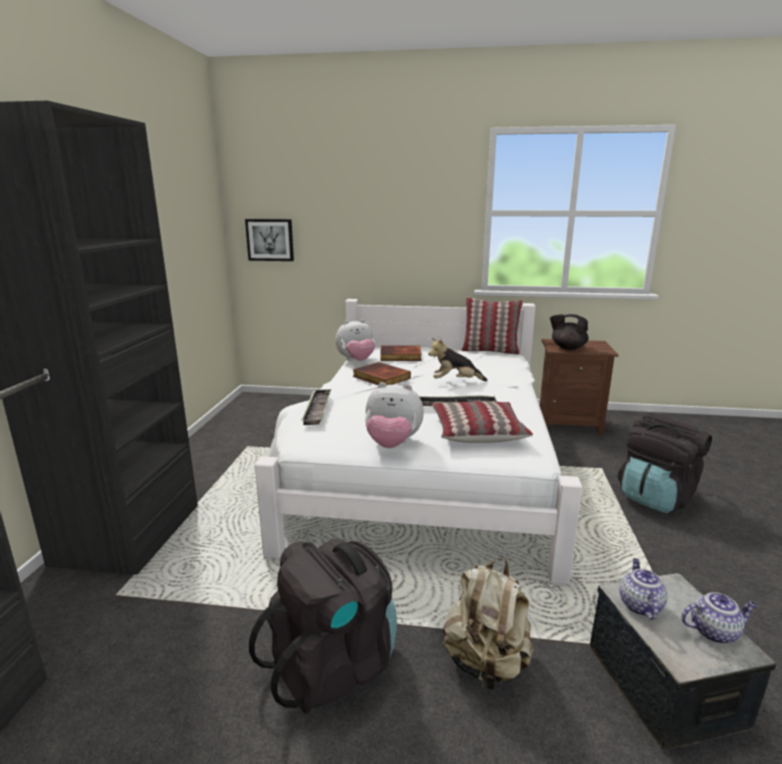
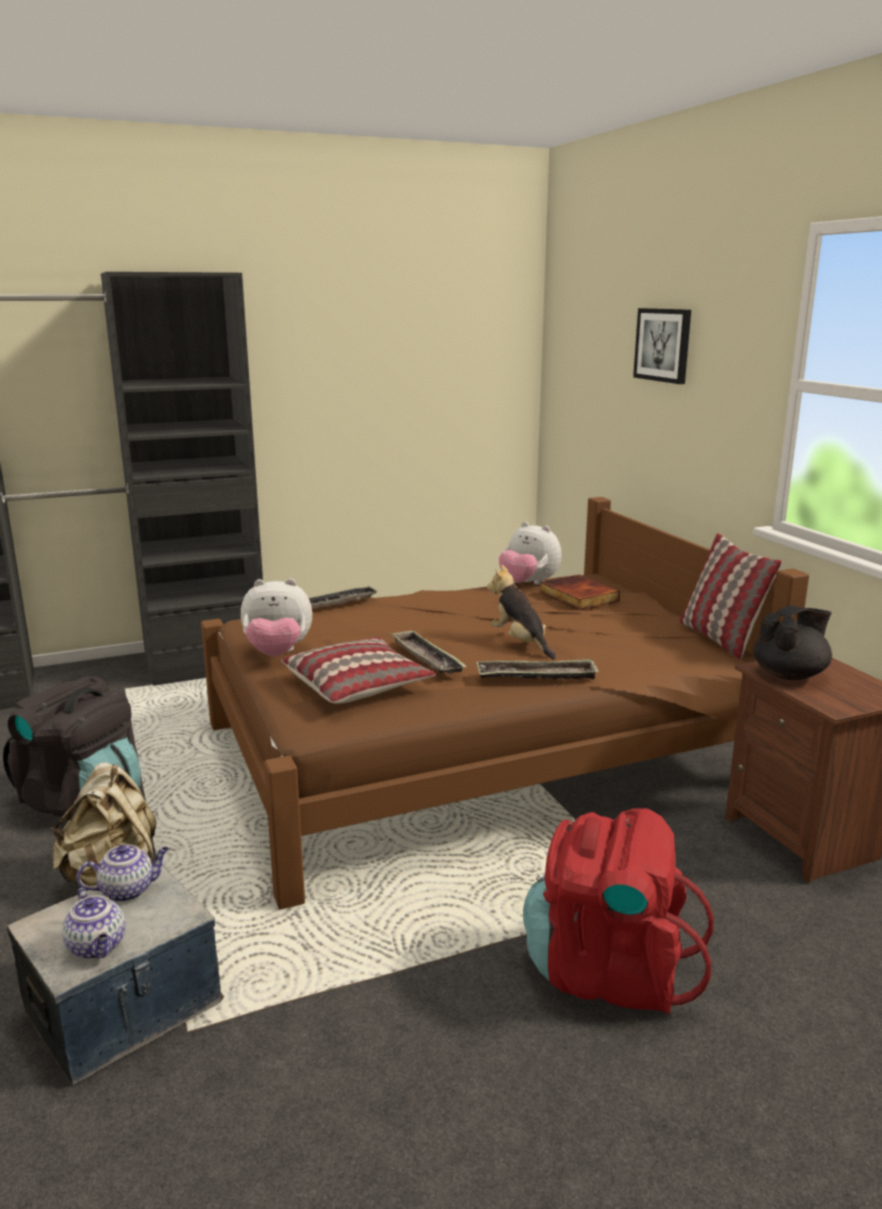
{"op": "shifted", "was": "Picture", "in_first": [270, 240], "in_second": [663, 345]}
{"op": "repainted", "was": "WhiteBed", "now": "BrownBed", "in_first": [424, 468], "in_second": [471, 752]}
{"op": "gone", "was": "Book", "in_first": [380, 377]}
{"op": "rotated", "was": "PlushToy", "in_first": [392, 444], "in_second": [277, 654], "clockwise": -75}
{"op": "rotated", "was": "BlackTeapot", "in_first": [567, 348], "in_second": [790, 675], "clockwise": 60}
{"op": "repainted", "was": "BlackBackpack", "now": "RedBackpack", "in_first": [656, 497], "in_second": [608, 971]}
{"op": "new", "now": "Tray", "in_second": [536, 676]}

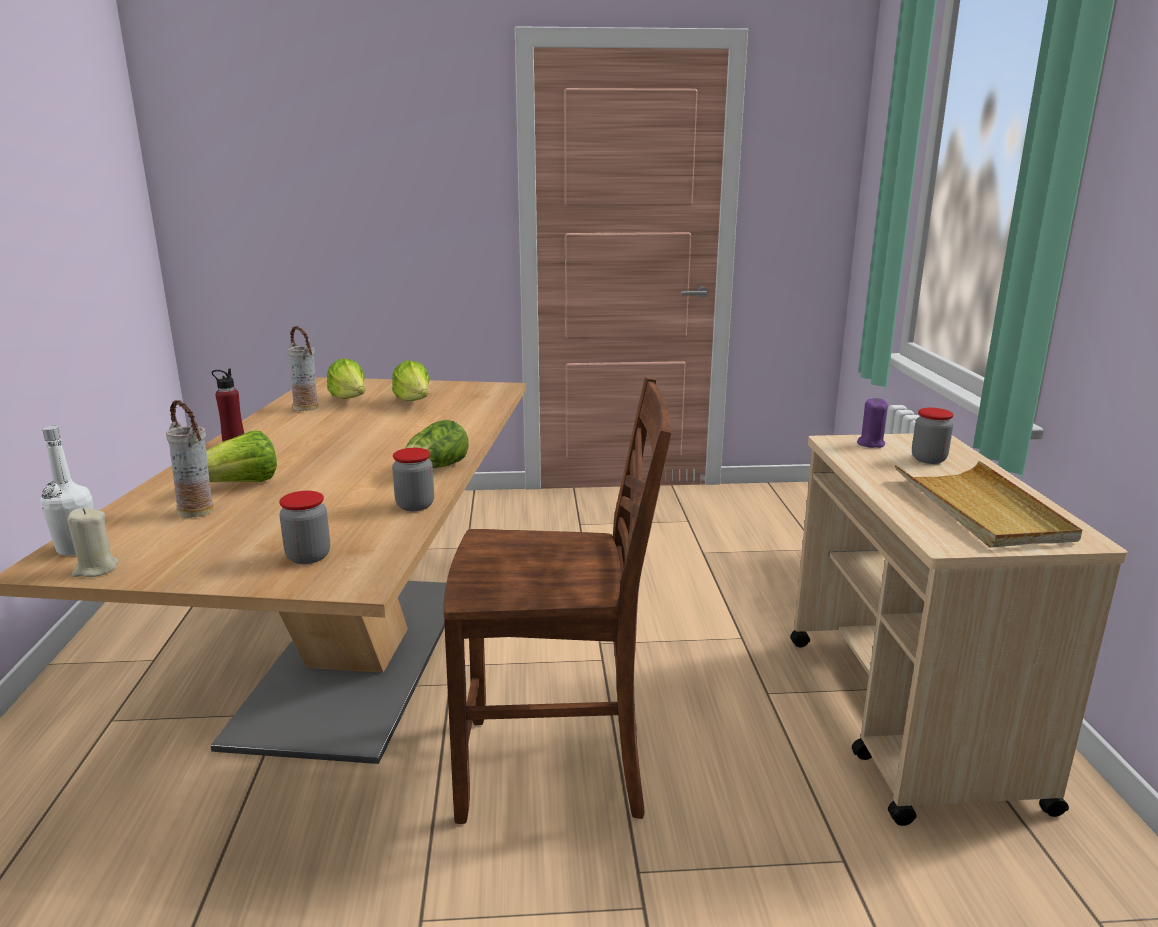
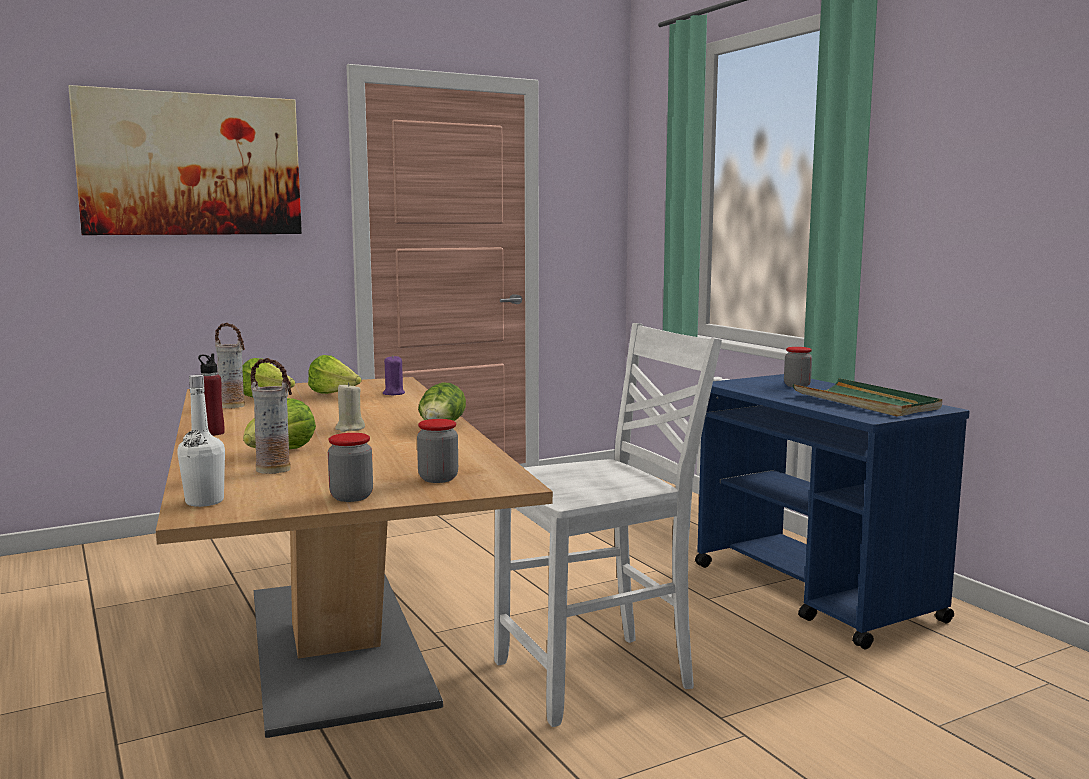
{"op": "shifted", "was": "BeigeCandle", "in_first": [96, 569], "in_second": [349, 428]}
{"op": "shifted", "was": "Jar", "in_first": [415, 505], "in_second": [351, 497]}
{"op": "repainted", "was": "BrownChair", "now": "WhiteChair", "in_first": [557, 770], "in_second": [598, 677]}
{"op": "repainted", "was": "BeigeCart", "now": "BlueCart", "in_first": [907, 718], "in_second": [815, 593]}
{"op": "shifted", "was": "PurpleCandle", "in_first": [870, 443], "in_second": [393, 393]}
{"op": "repainted", "was": "BeigeTray", "now": "GreenTray", "in_first": [981, 509], "in_second": [866, 402]}
{"op": "new", "now": "Picture", "in_second": [191, 164]}

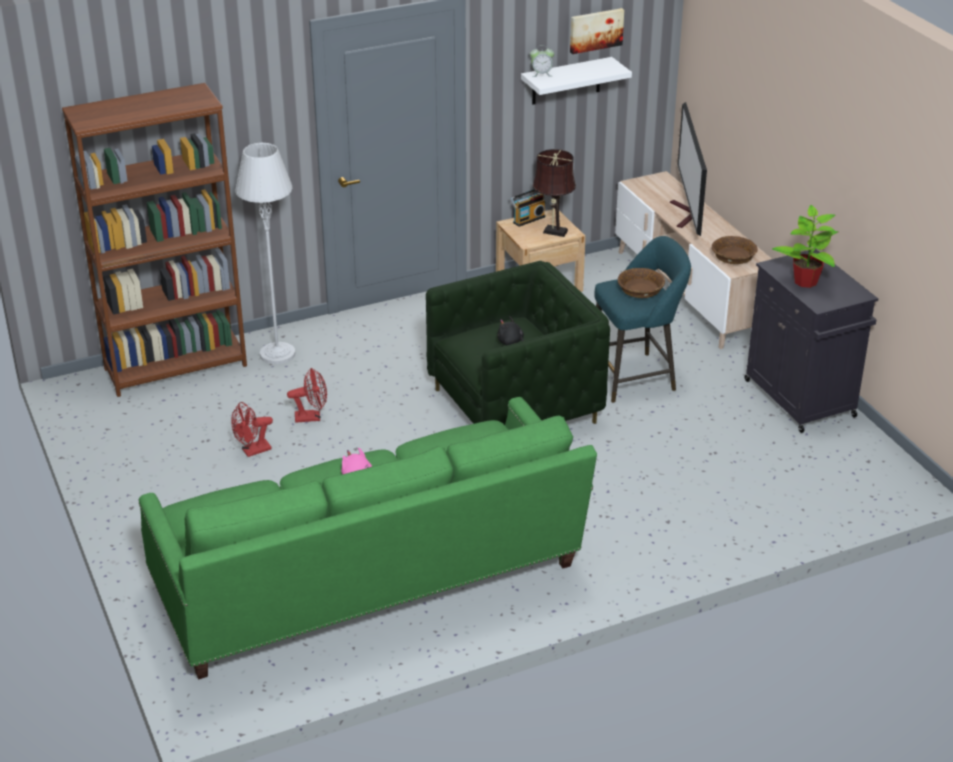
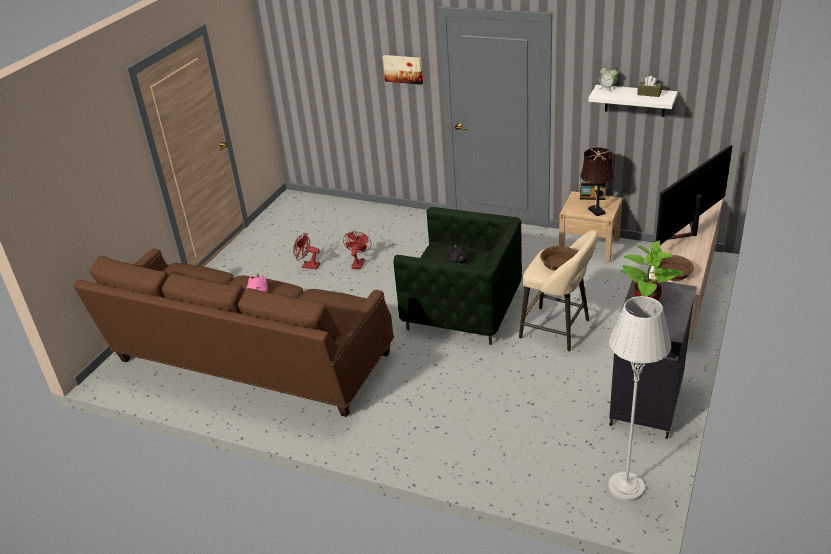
{"op": "gone", "was": "BrownBookcase", "in_first": [176, 367]}
{"op": "repainted", "was": "GreenSofa", "now": "BrownSofa", "in_first": [369, 582], "in_second": [249, 361]}
{"op": "shifted", "was": "GreyFloorLamp", "in_first": [277, 354], "in_second": [626, 487]}
{"op": "rotated", "was": "RedFan", "in_first": [312, 417], "in_second": [358, 263], "clockwise": -120}
{"op": "shifted", "was": "Picture", "in_first": [595, 30], "in_second": [403, 69]}
{"op": "repainted", "was": "TurquoiseStool", "now": "BeigeStool", "in_first": [635, 377], "in_second": [558, 330]}
{"op": "new", "now": "BrownTissueBox", "in_second": [649, 93]}

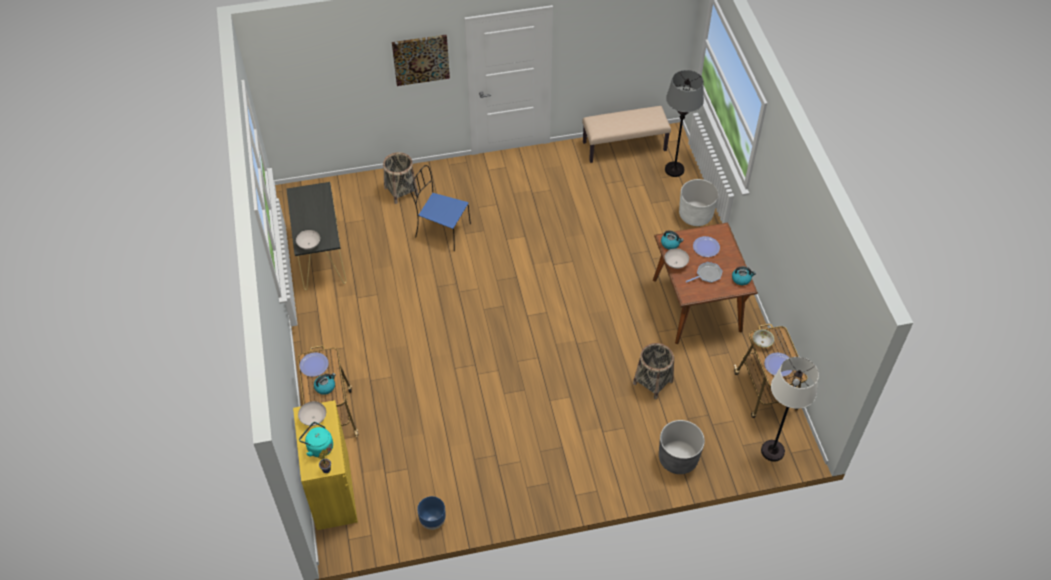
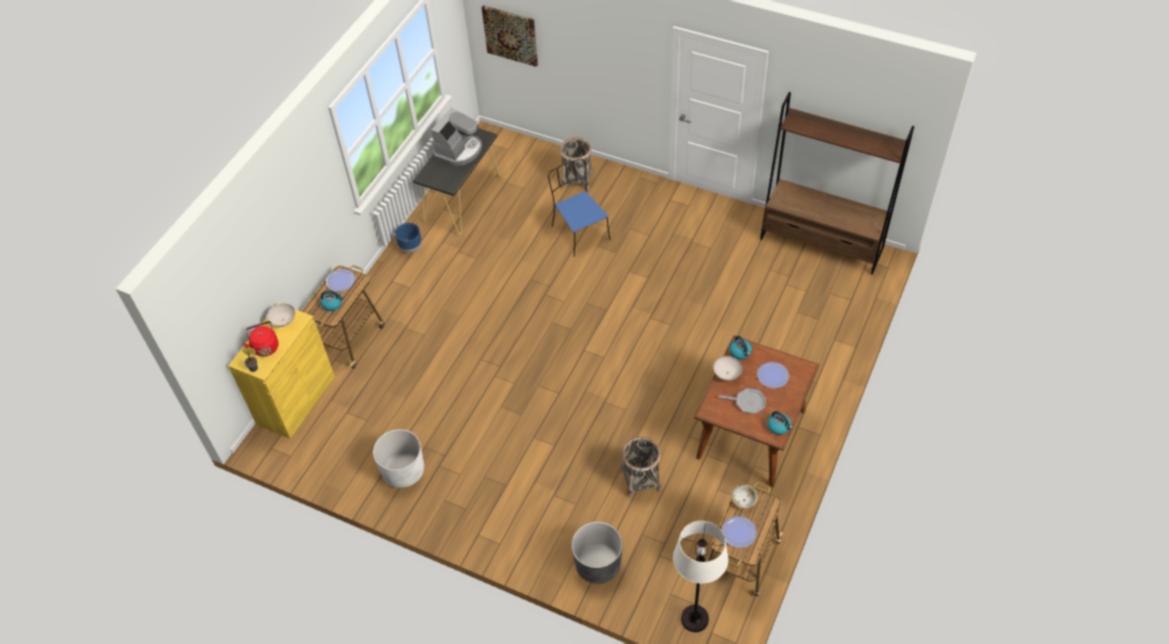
{"op": "gone", "was": "WhiteBowl", "in_first": [309, 245]}
{"op": "repainted", "was": "TurquoiseKettle", "now": "RedKettle", "in_first": [318, 447], "in_second": [265, 346]}
{"op": "shifted", "was": "Picture", "in_first": [421, 59], "in_second": [510, 35]}
{"op": "shifted", "was": "BluePlanter", "in_first": [433, 521], "in_second": [411, 248]}
{"op": "swapped", "was": "BeigeBench", "now": "BrownBookcase", "in_first": [624, 146], "in_second": [821, 244]}
{"op": "gone", "was": "GreyFloorLamp", "in_first": [674, 170]}
{"op": "shifted", "was": "WhitePlanter", "in_first": [695, 215], "in_second": [403, 471]}
{"op": "new", "now": "CoffeeMachine", "in_second": [459, 150]}

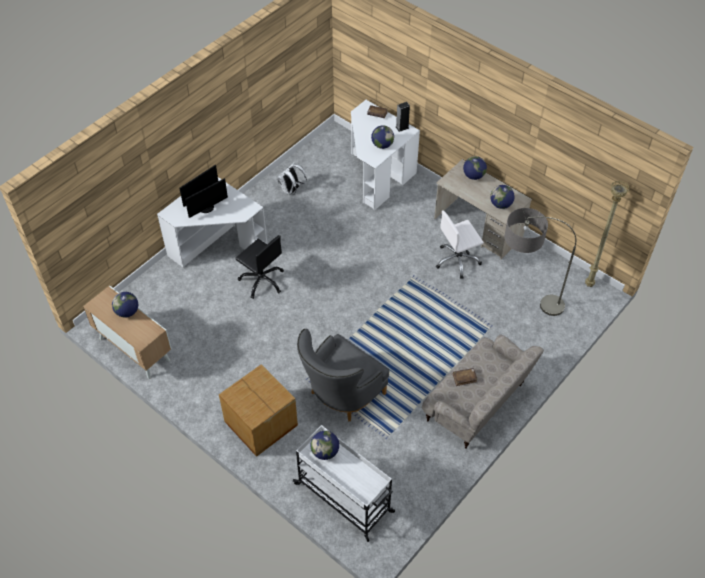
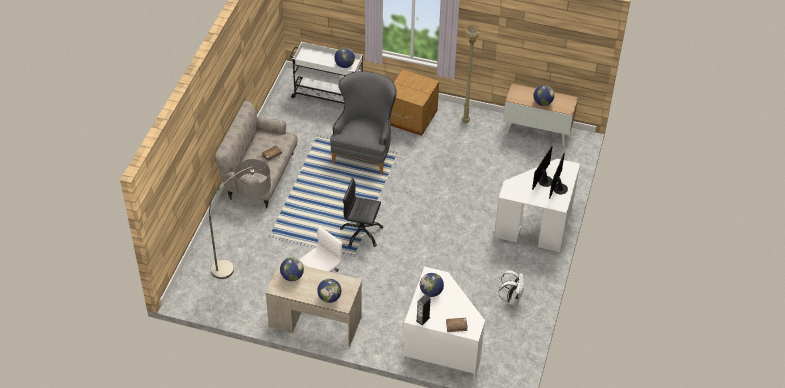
{"op": "shifted", "was": "BlackOfficeChair", "in_first": [262, 280], "in_second": [361, 233]}
{"op": "shifted", "was": "BeigeFloorLamp", "in_first": [588, 284], "in_second": [466, 122]}

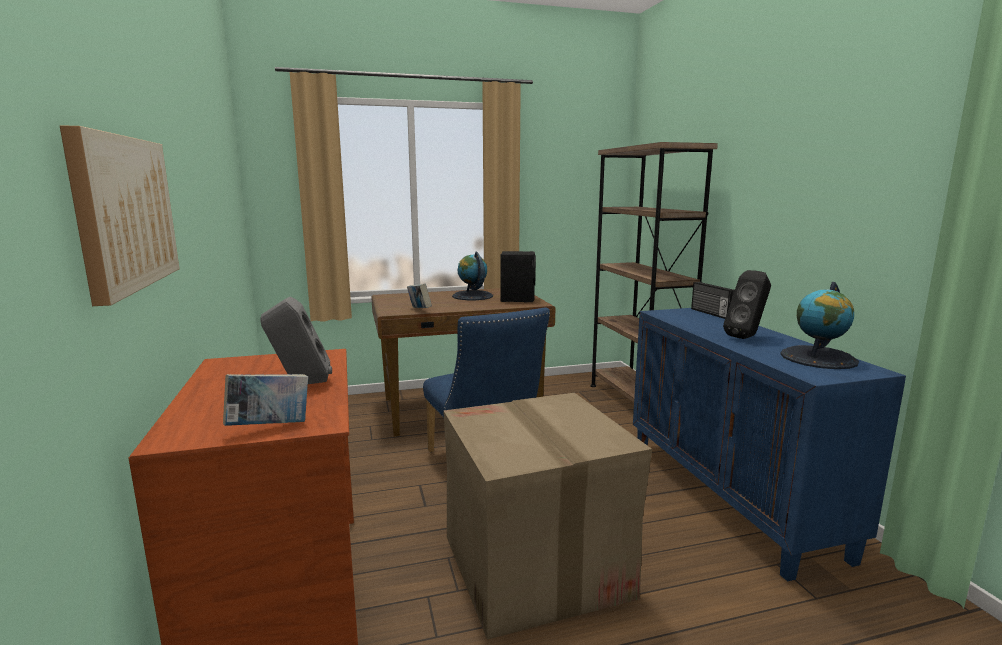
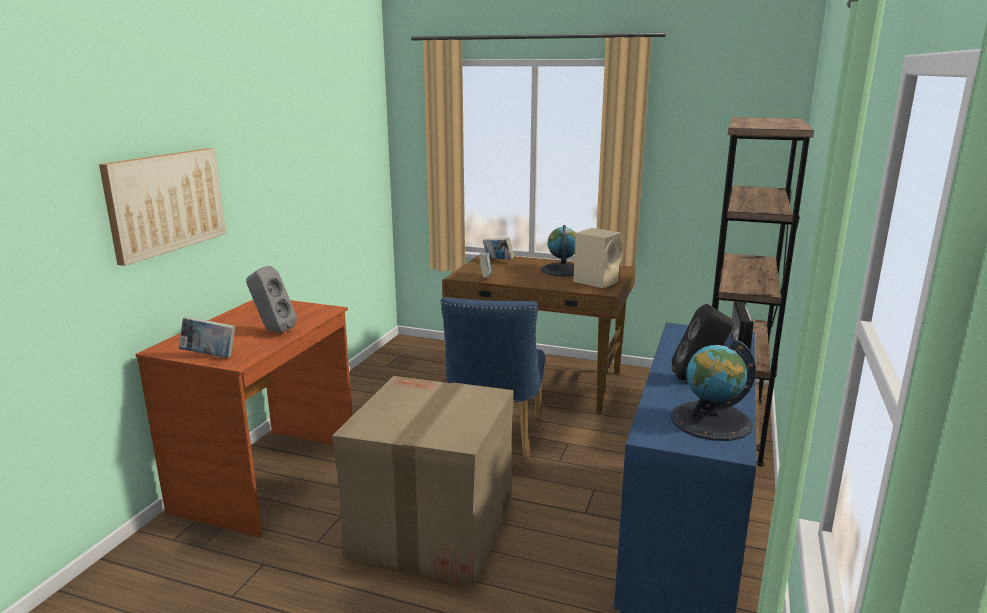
{"op": "repainted", "was": "BlackSpeaker", "now": "BeigeSpeaker", "in_first": [517, 299], "in_second": [597, 281]}
{"op": "new", "now": "Book", "in_second": [498, 261]}

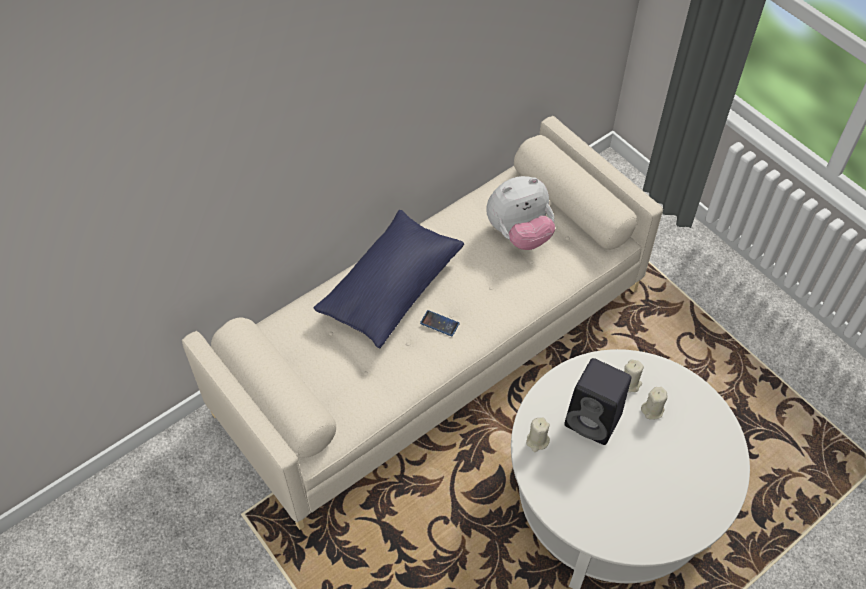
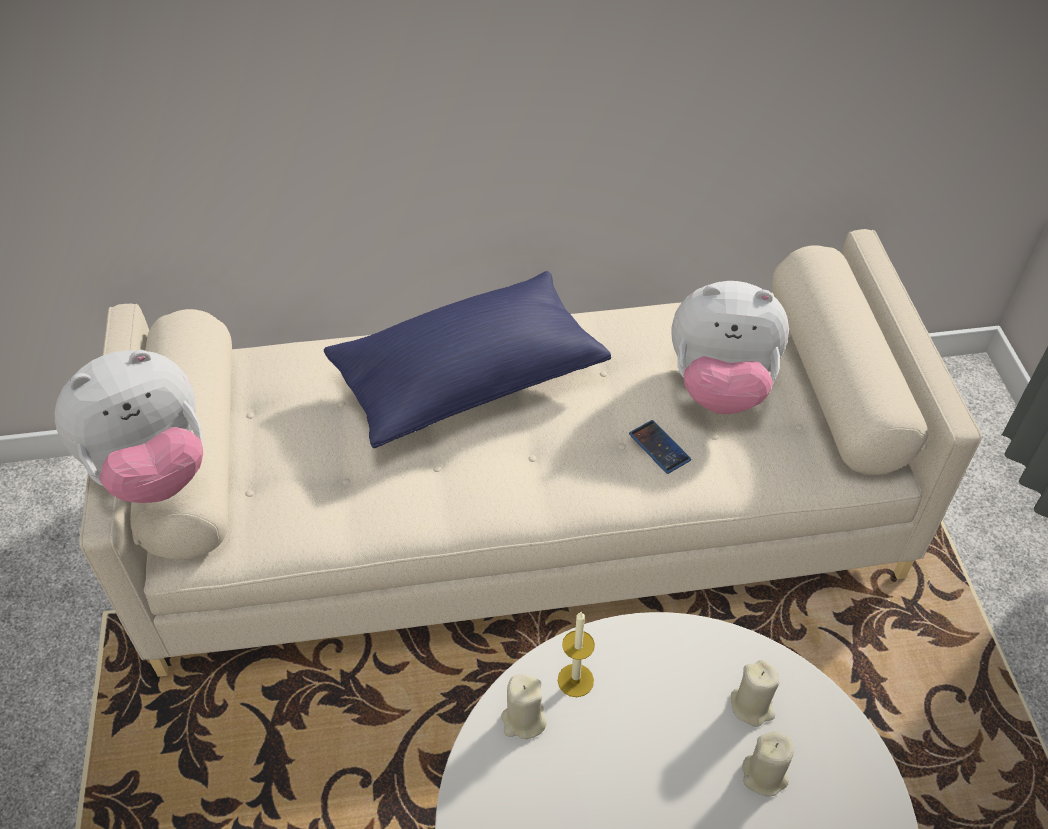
{"op": "shifted", "was": "Phone", "in_first": [439, 323], "in_second": [659, 447]}
{"op": "gone", "was": "BlackSpeaker", "in_first": [595, 420]}
{"op": "new", "now": "PlushToy", "in_second": [152, 469]}
{"op": "new", "now": "Candle", "in_second": [575, 680]}

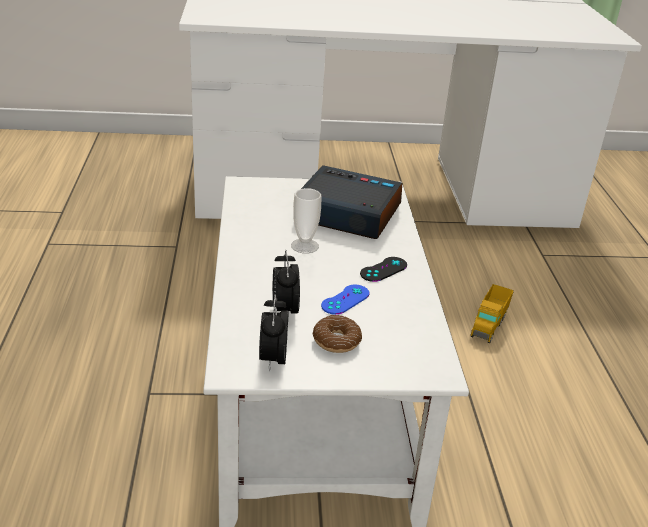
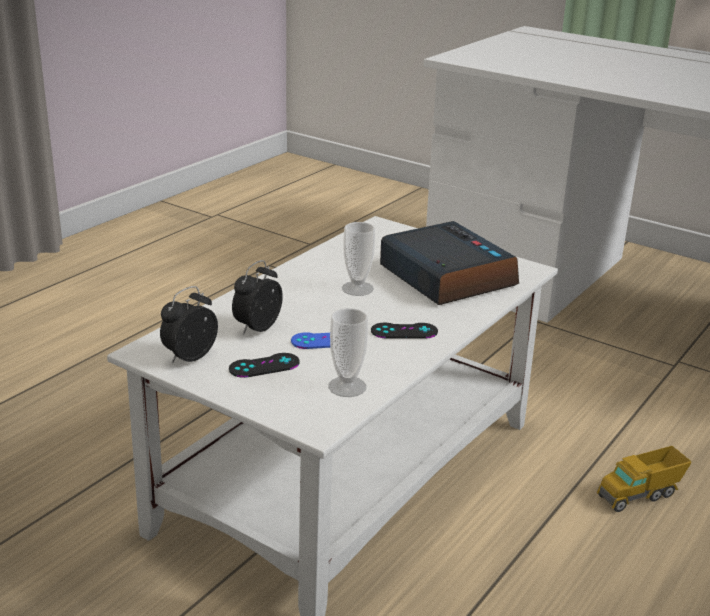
{"op": "swapped", "was": "Donut", "now": "BlackGameController", "in_first": [336, 340], "in_second": [264, 366]}
{"op": "new", "now": "Cup", "in_second": [347, 387]}

